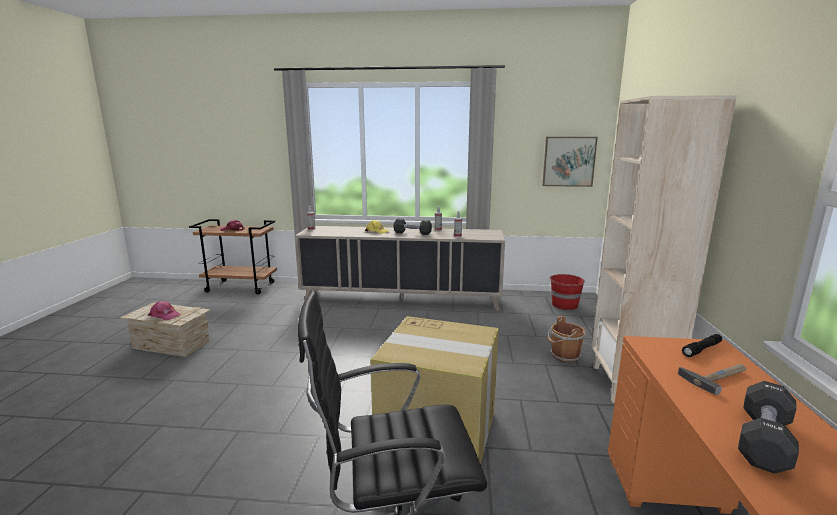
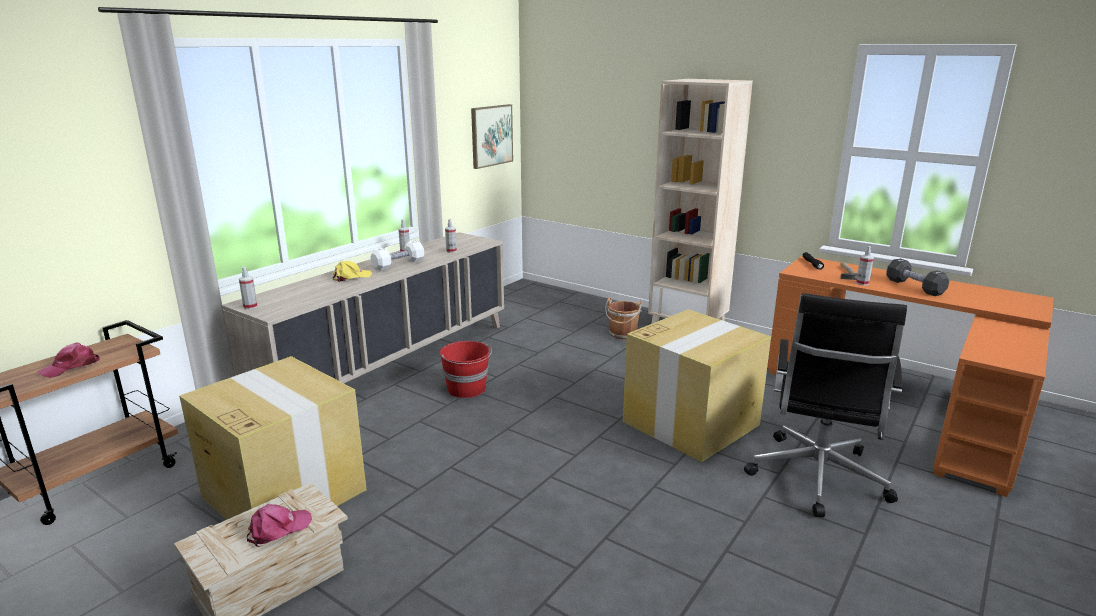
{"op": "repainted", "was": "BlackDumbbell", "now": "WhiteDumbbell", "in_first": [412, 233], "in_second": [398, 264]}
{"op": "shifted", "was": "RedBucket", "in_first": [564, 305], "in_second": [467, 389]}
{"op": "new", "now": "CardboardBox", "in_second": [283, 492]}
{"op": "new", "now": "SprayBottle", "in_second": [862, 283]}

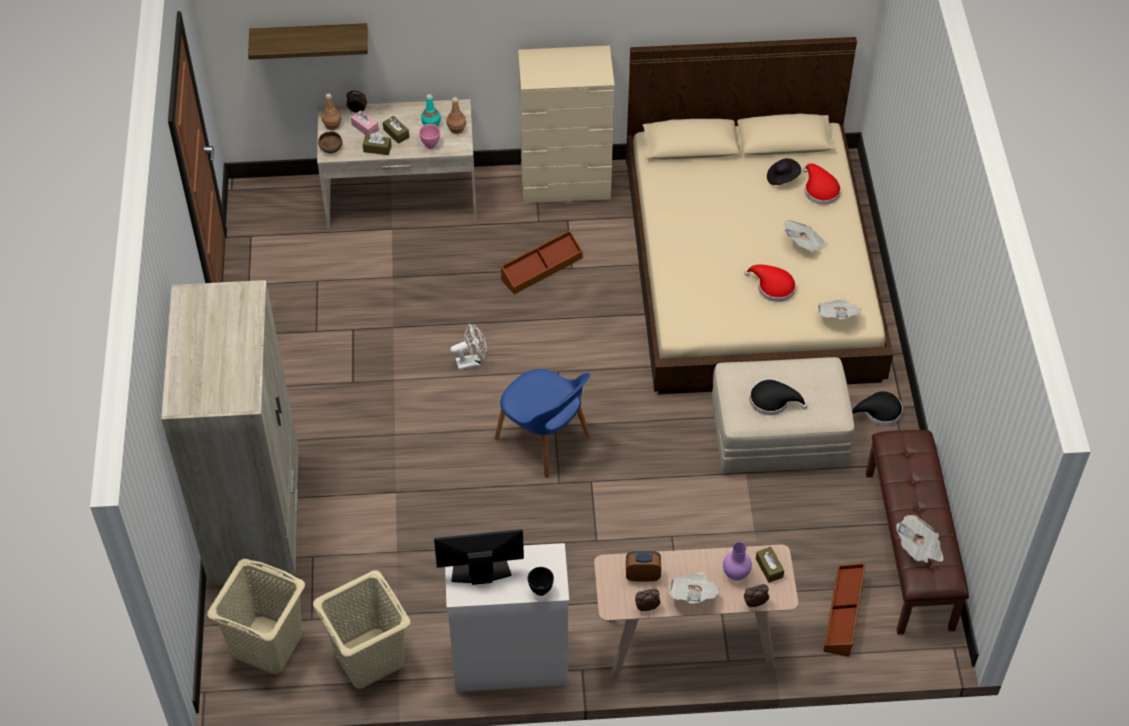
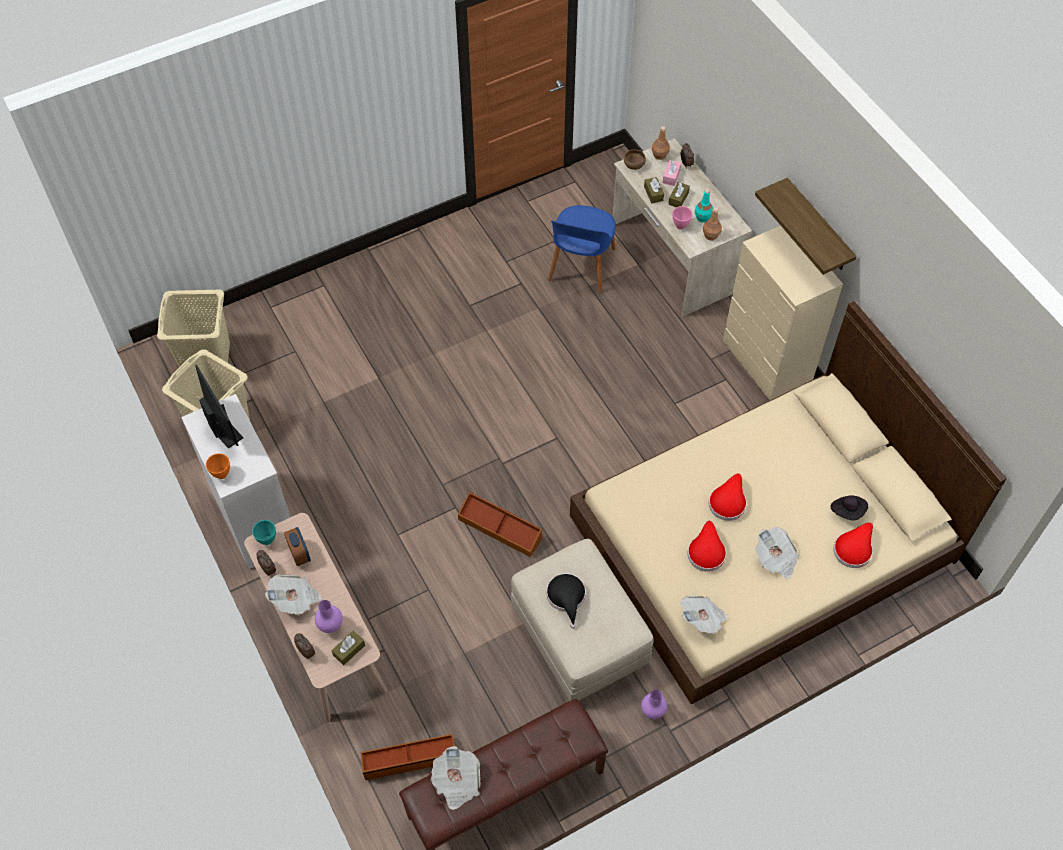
{"op": "gone", "was": "BeigeWardrobe", "in_first": [256, 517]}
{"op": "shifted", "was": "Shelf", "in_first": [310, 38], "in_second": [818, 227]}
{"op": "gone", "was": "WhiteFan", "in_first": [472, 362]}
{"op": "shifted", "was": "BlueChair", "in_first": [544, 440], "in_second": [581, 266]}
{"op": "shifted", "was": "BrownStorageBox", "in_first": [541, 268], "in_second": [500, 528]}
{"op": "repainted", "was": "BlackBowl", "now": "OrangeBowl", "in_first": [540, 591], "in_second": [221, 474]}
{"op": "swapped", "was": "BlackHat", "now": "PurpleVase", "in_first": [879, 412], "in_second": [652, 712]}
{"op": "new", "now": "TurquoiseBowl", "in_second": [267, 540]}
{"op": "new", "now": "RedHat", "in_second": [728, 501]}

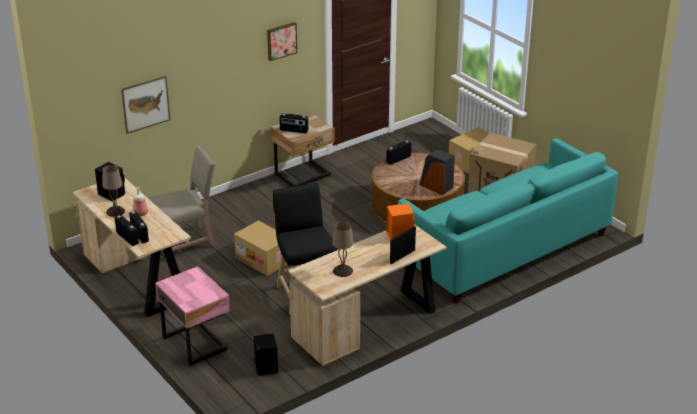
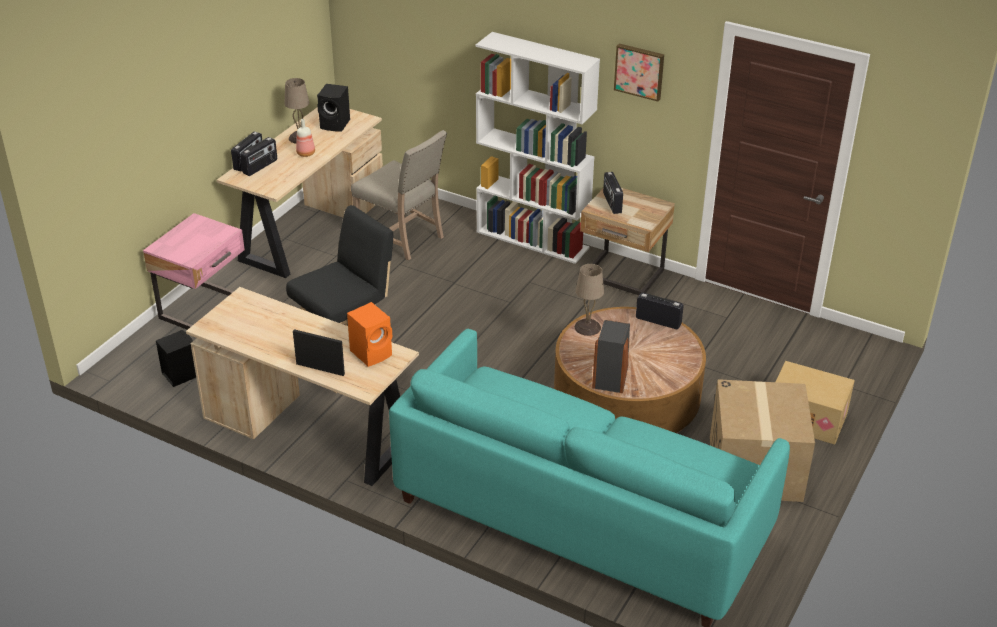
{"op": "gone", "was": "Picture", "in_first": [145, 104]}
{"op": "gone", "was": "CardboardBox", "in_first": [264, 259]}
{"op": "shifted", "was": "BeigeTableLamp", "in_first": [343, 271], "in_second": [587, 327]}
{"op": "new", "now": "WhiteBookcase", "in_second": [533, 240]}

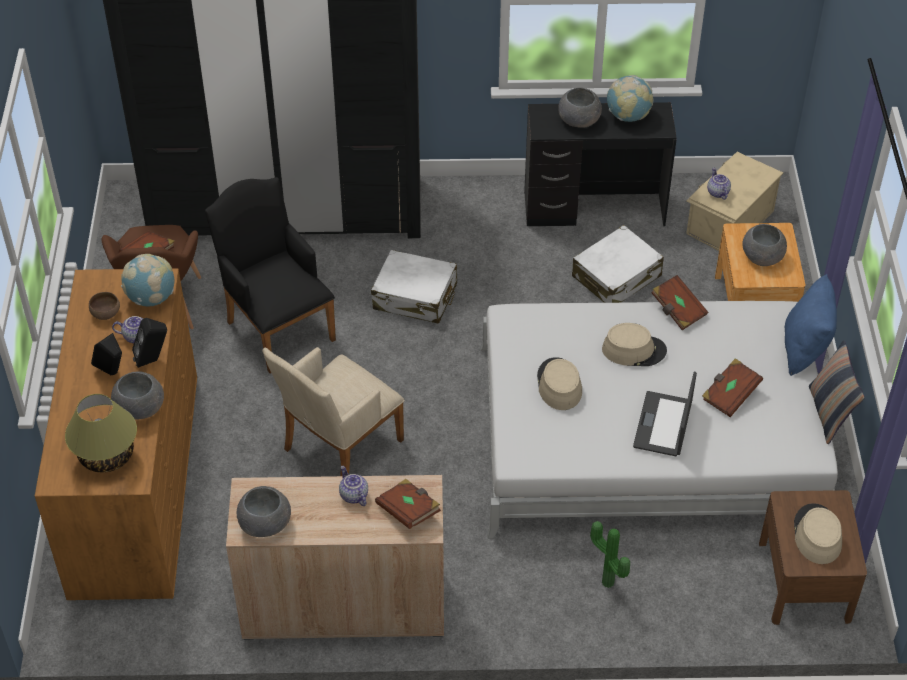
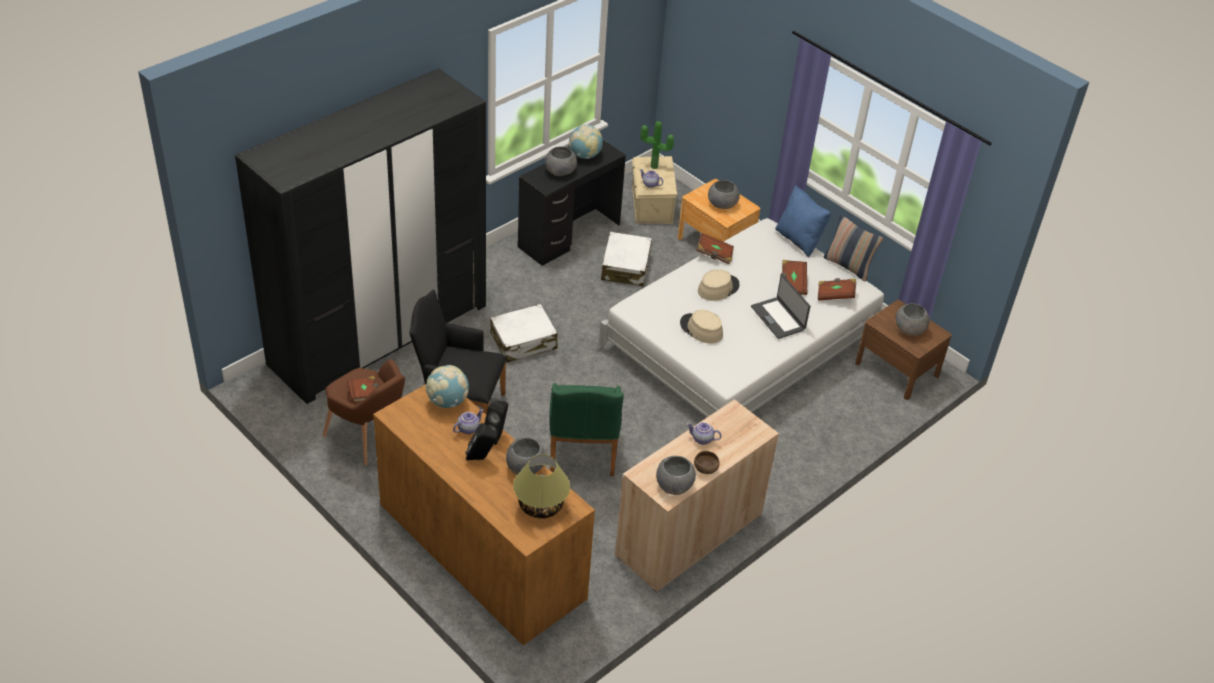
{"op": "shifted", "was": "BrownBowl", "in_first": [106, 313], "in_second": [705, 468]}
{"op": "repainted", "was": "BeigeArmchair", "now": "GreenArmchair", "in_first": [338, 449], "in_second": [582, 453]}
{"op": "shifted", "was": "BrownBook", "in_first": [409, 511], "in_second": [835, 295]}
{"op": "shifted", "was": "PottedPlant", "in_first": [606, 584], "in_second": [654, 167]}
{"op": "swapped", "was": "BeigeHat", "now": "GreyBowl", "in_first": [817, 535], "in_second": [909, 329]}

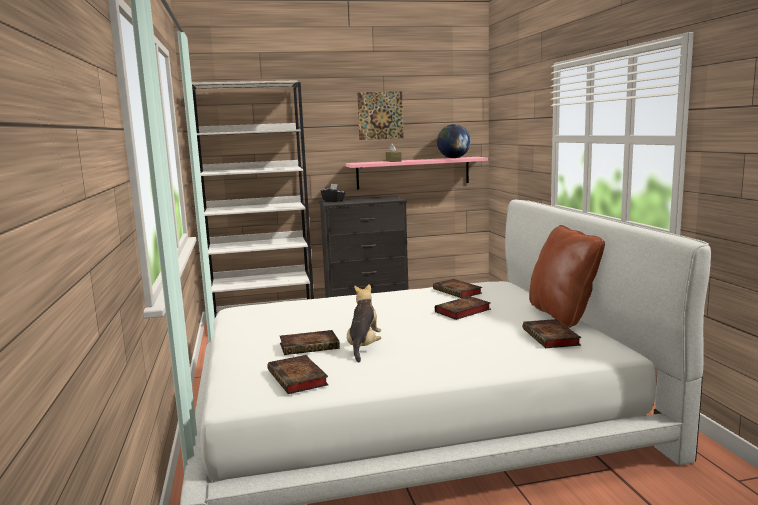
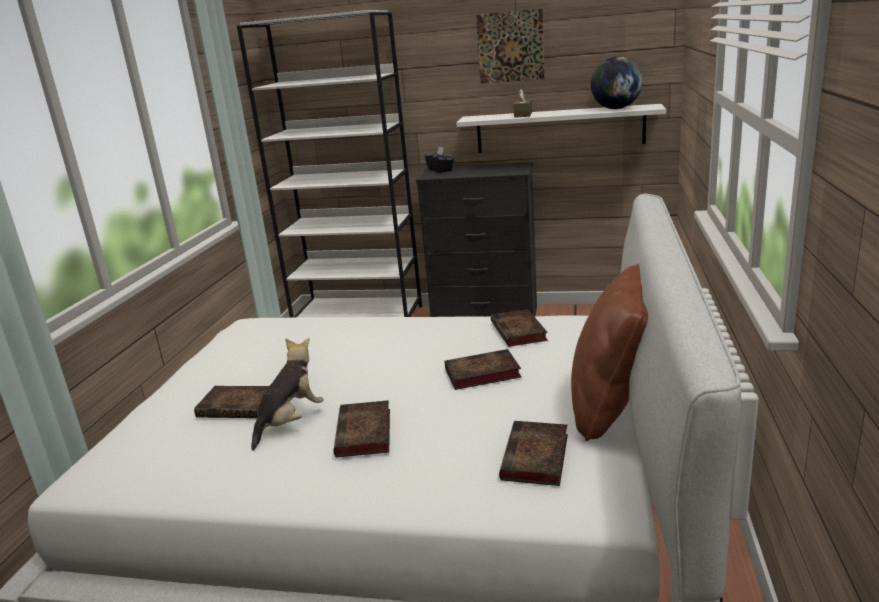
{"op": "shifted", "was": "Book", "in_first": [298, 379], "in_second": [364, 434]}
{"op": "repainted", "was": "PinkShelf", "now": "WhiteShelf", "in_first": [413, 173], "in_second": [559, 129]}

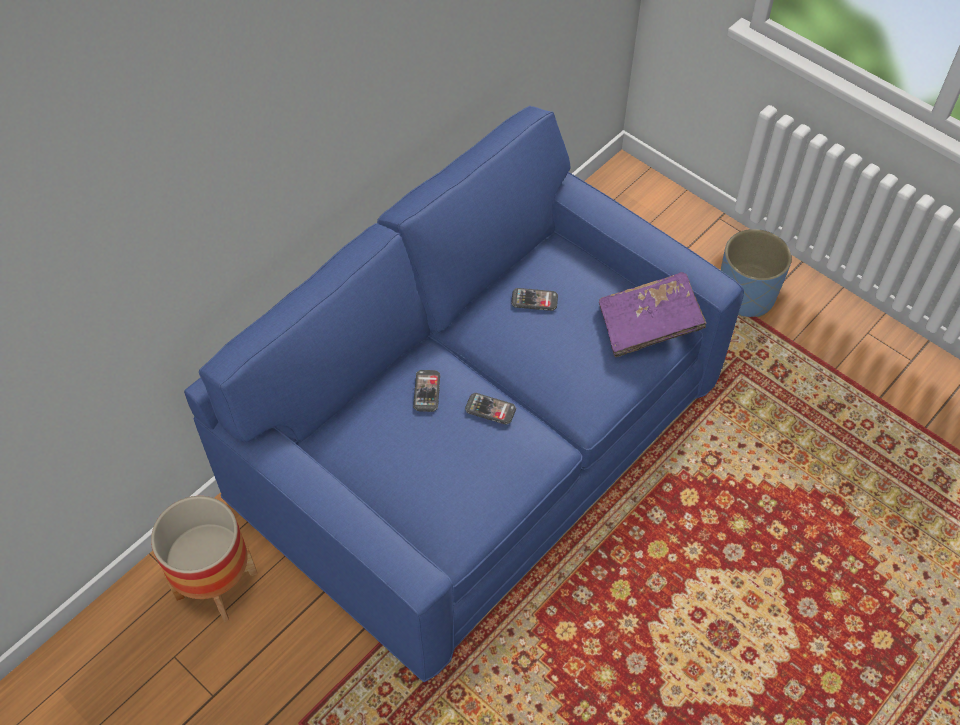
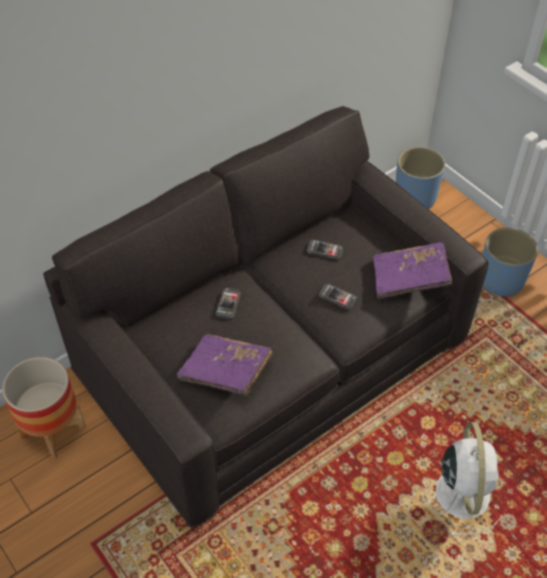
{"op": "repainted", "was": "BlueSofa", "now": "GreySofa", "in_first": [478, 440], "in_second": [272, 356]}
{"op": "shifted", "was": "Phone", "in_first": [490, 409], "in_second": [337, 297]}
{"op": "new", "now": "PurpleBook", "in_second": [225, 373]}
{"op": "new", "now": "BluePlanter", "in_second": [415, 197]}
{"op": "new", "now": "WhiteFan", "in_second": [462, 491]}

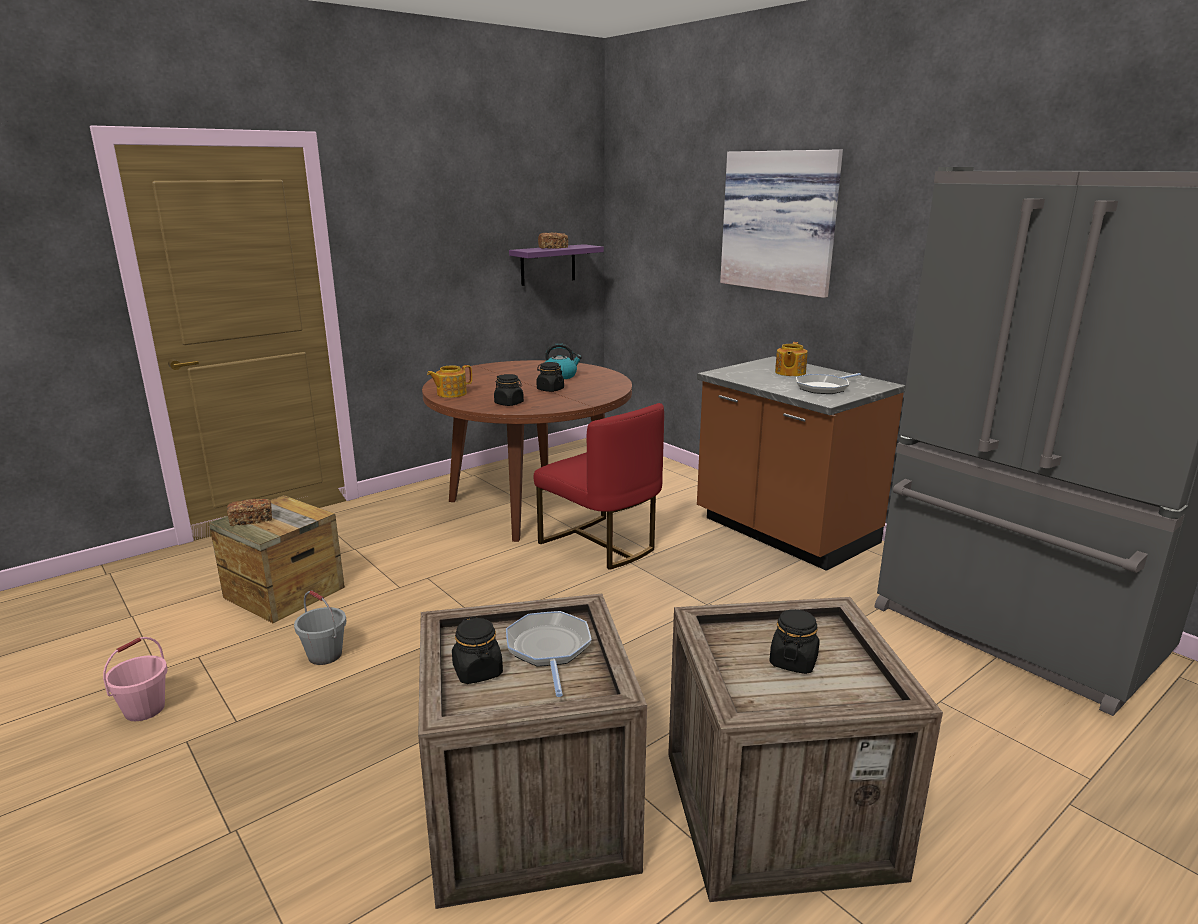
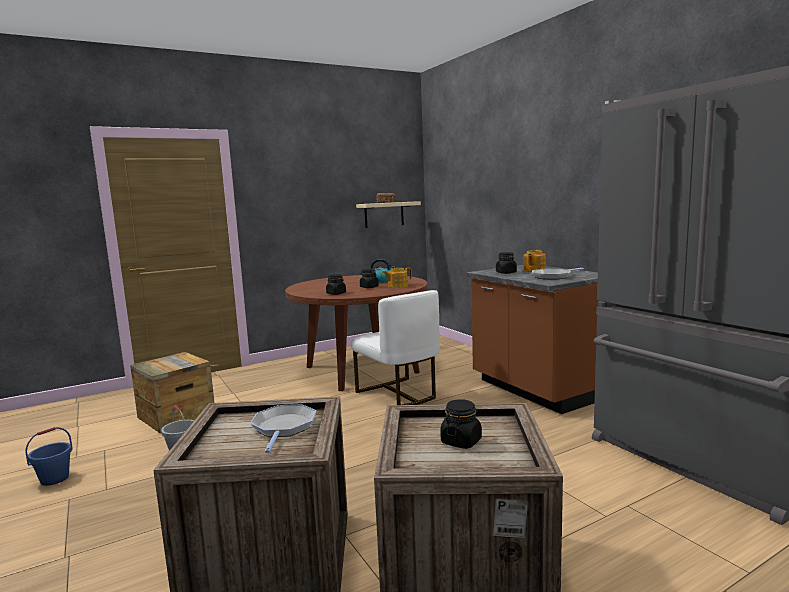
{"op": "repainted", "was": "PinkBucket", "now": "BlueBucket", "in_first": [144, 709], "in_second": [54, 479]}
{"op": "gone", "was": "Bread", "in_first": [251, 520]}
{"op": "shifted", "was": "Teapot", "in_first": [451, 393], "in_second": [397, 286]}
{"op": "shifted", "was": "BlackJar", "in_first": [478, 671], "in_second": [506, 272]}
{"op": "repainted", "was": "PurpleShelf", "now": "BeigeShelf", "in_first": [548, 265], "in_second": [384, 214]}
{"op": "repainted", "was": "RedChair", "now": "WhiteChair", "in_first": [601, 544], "in_second": [399, 394]}
{"op": "gone", "was": "Picture", "in_first": [781, 221]}

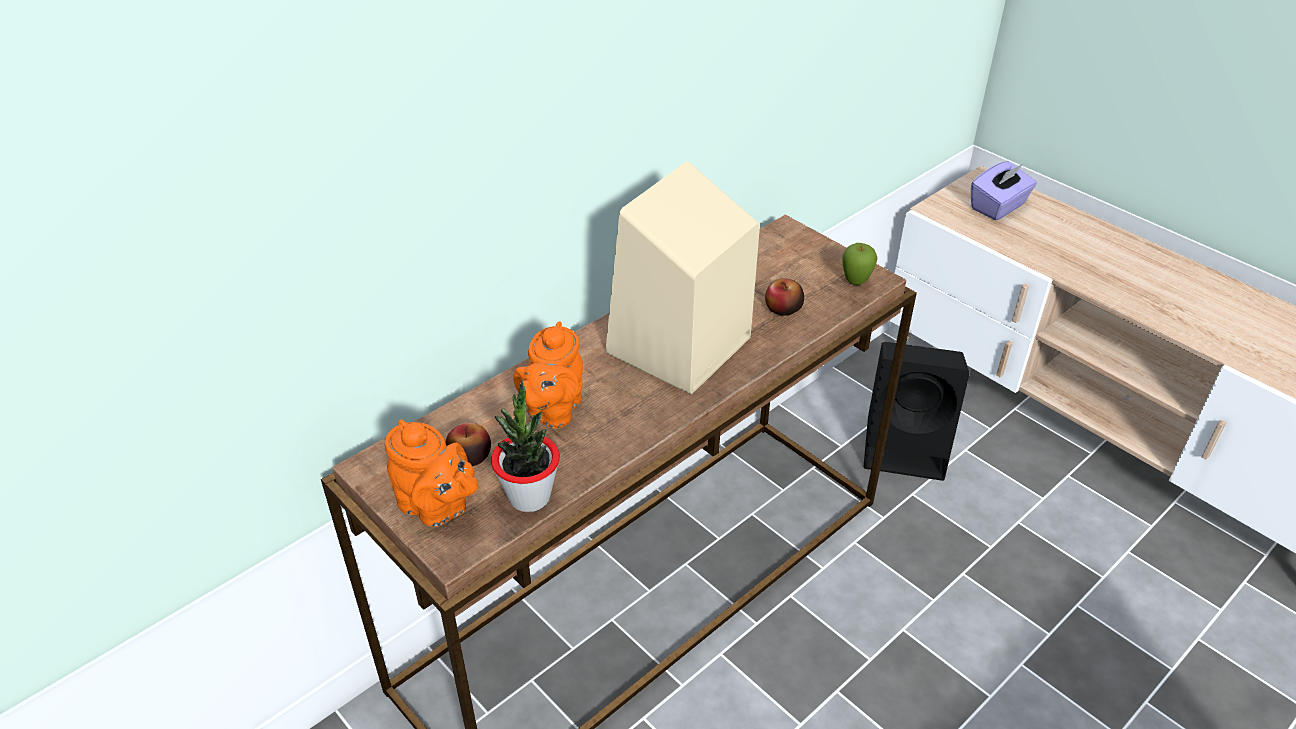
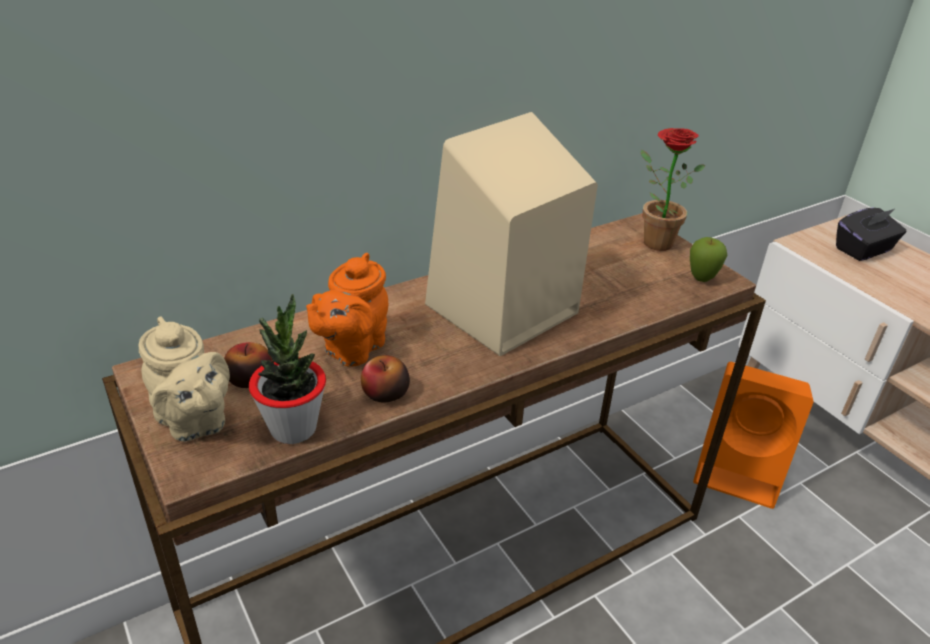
{"op": "repainted", "was": "OrangeTeapot", "now": "BeigeTeapot", "in_first": [437, 507], "in_second": [194, 422]}
{"op": "shifted", "was": "Apple", "in_first": [783, 309], "in_second": [385, 394]}
{"op": "repainted", "was": "BlackSpeaker", "now": "OrangeSpeaker", "in_first": [907, 447], "in_second": [741, 470]}
{"op": "repainted", "was": "PurpleTissueBox", "now": "BlackTissueBox", "in_first": [998, 207], "in_second": [863, 250]}
{"op": "new", "now": "PottedPlant", "in_second": [652, 241]}

